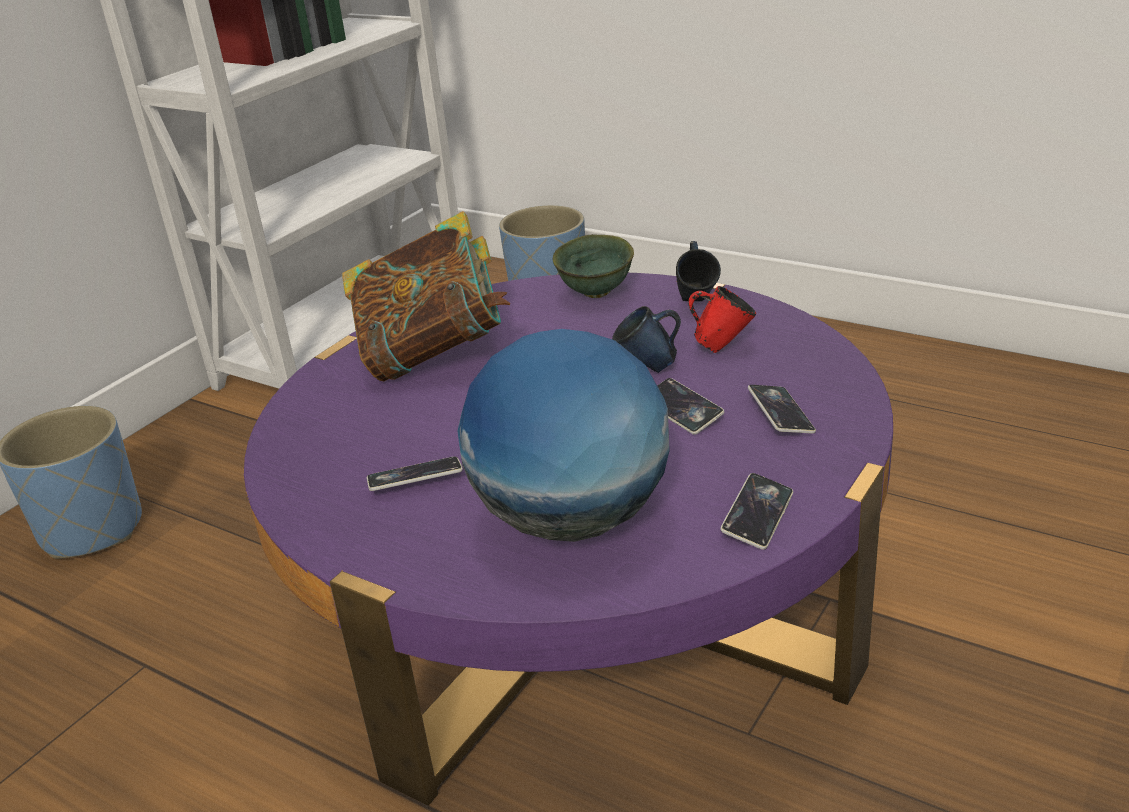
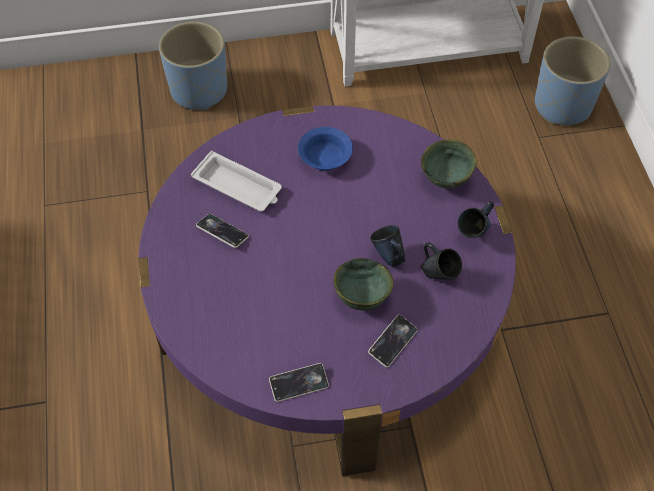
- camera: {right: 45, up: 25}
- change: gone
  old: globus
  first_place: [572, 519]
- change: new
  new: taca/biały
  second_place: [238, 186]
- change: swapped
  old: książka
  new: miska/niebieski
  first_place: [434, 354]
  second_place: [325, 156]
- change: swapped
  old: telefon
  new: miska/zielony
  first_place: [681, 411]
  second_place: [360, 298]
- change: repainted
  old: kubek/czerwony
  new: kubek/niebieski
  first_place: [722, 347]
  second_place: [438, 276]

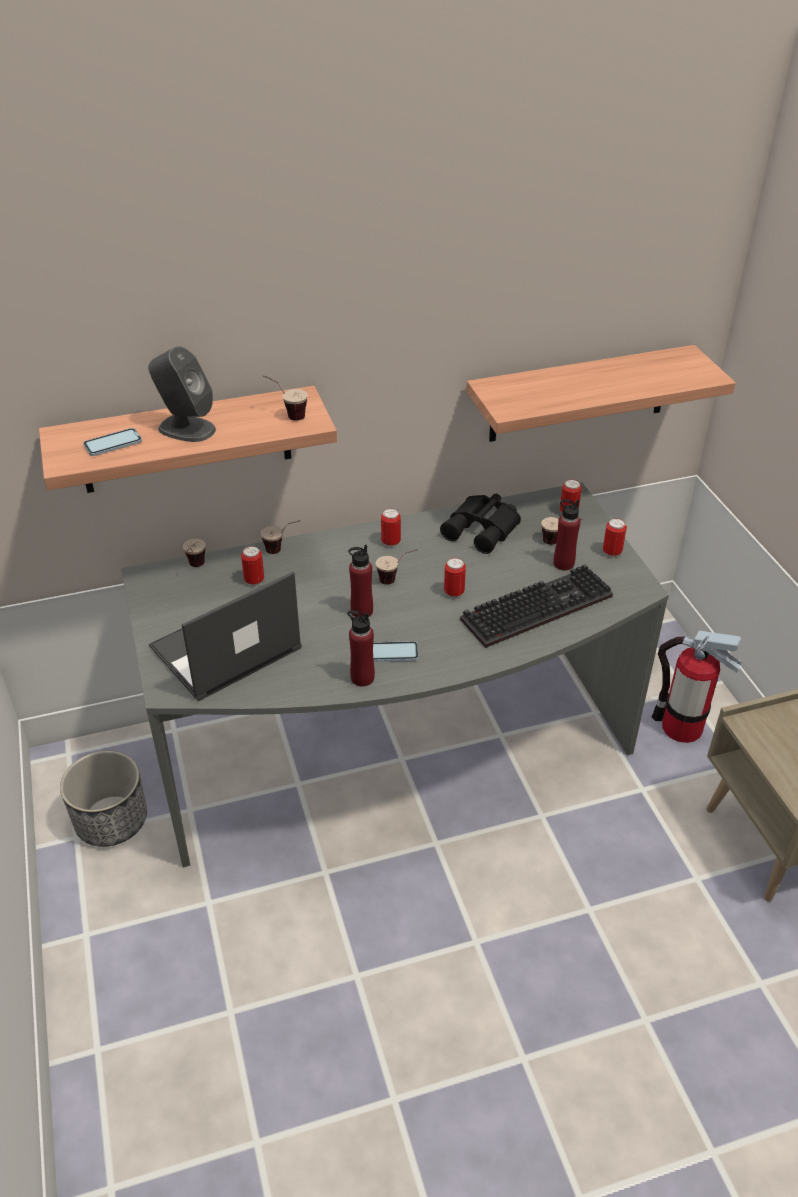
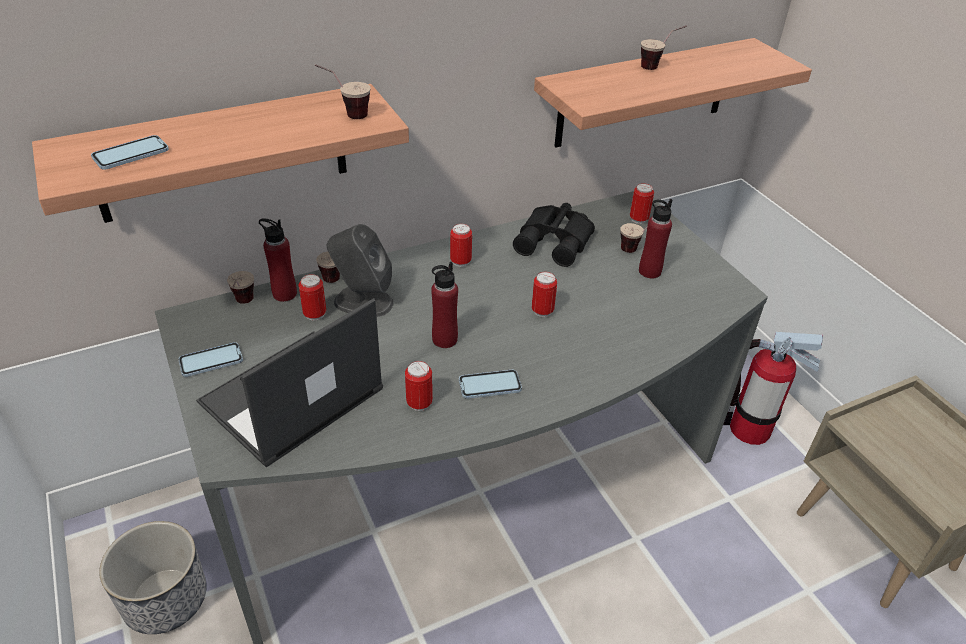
- camera: {right: -10, up: 0}
- change: gone
  old: klawiatura
  first_place: [537, 606]
- change: new
  new: telefon
  second_place: [211, 361]
- change: shifted
  old: głośnik/szary
  first_place: [186, 428]
  second_place: [362, 302]
- change: shifted
  old: butelka/czerwony
  first_place: [362, 678]
  second_place: [284, 294]
- change: shifted
  old: filiżanka
  first_place: [396, 579]
  second_place: [658, 66]
- change: shifted
  old: puszka
  first_place: [612, 552]
  second_place: [419, 403]

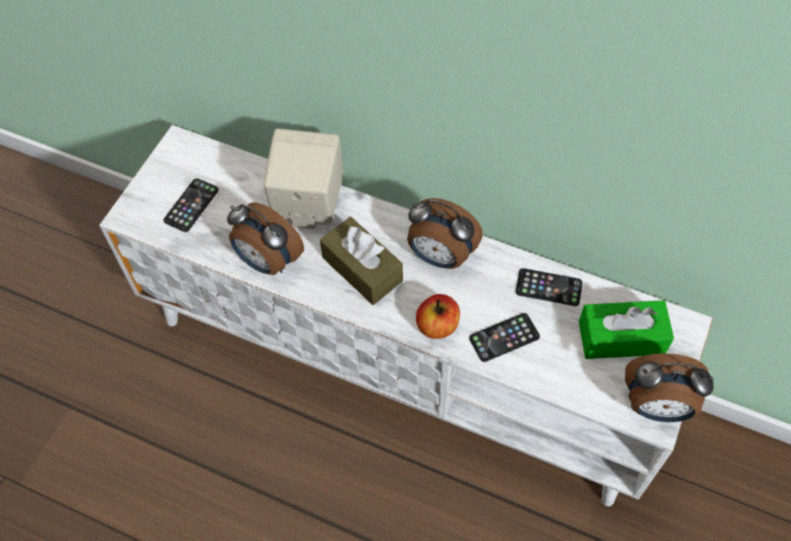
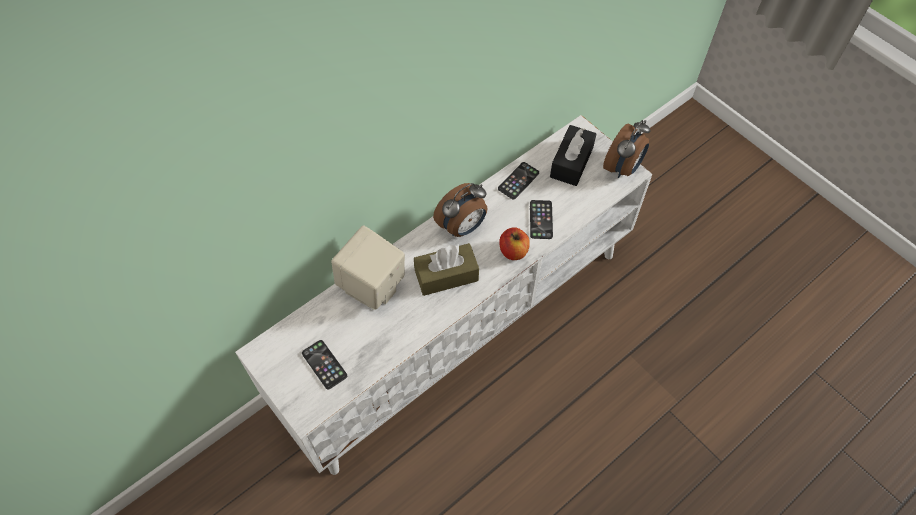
- camera: {right: -65, up: 0}
- change: gone
  old: budzik
  first_place: [268, 261]
- change: repainted
  old: pudełko chusteczek/zielony
  new: pudełko chusteczek/czarny
  first_place: [621, 337]
  second_place: [571, 162]

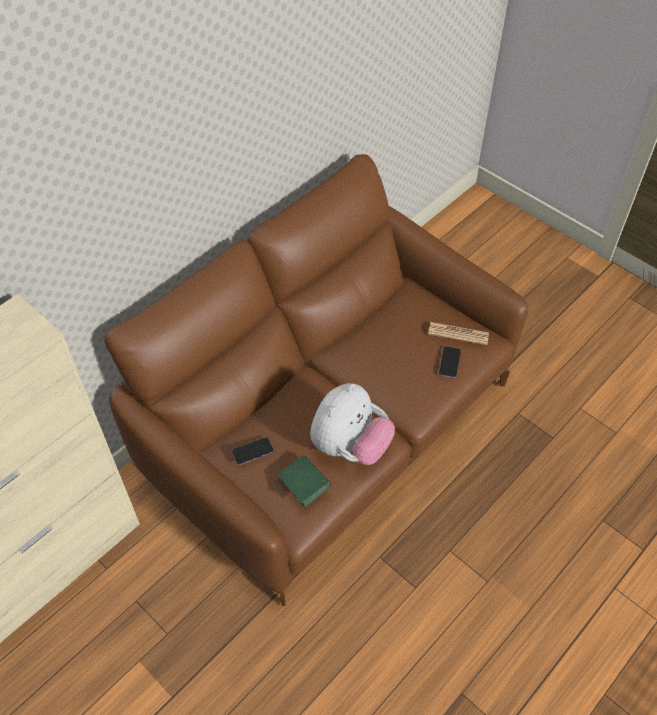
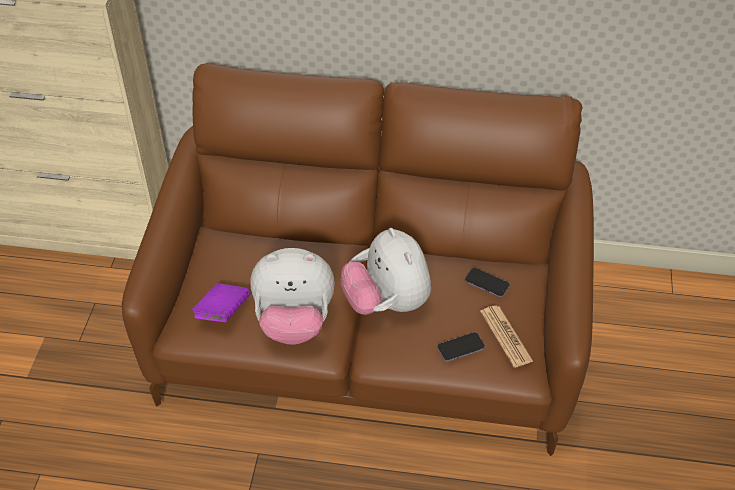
- camera: {right: 55, up: -5}
- change: new
  new: pluszak
  second_place: [386, 302]
- change: shifted
  old: telefon
  first_place: [252, 452]
  second_place: [487, 283]
- change: repainted
  old: książka/zielony
  new: książka/fioletowy
  first_place: [304, 487]
  second_place: [222, 312]

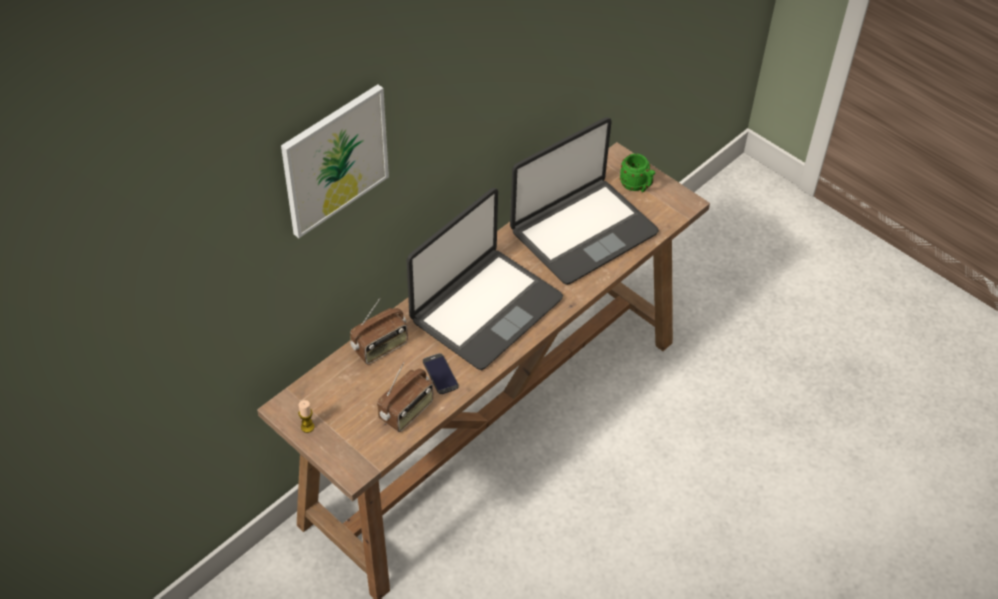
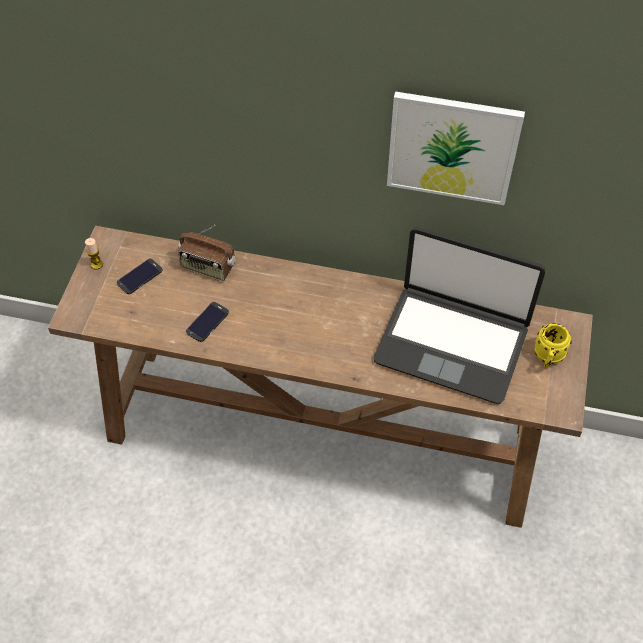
- camera: {right: 60, up: 5}
- change: gone
  old: radio
  first_place: [407, 412]
- change: gone
  old: laptop
  first_place: [485, 309]
- change: new
  new: telefon
  second_place: [140, 276]
- change: shifted
  old: obraz
  first_place: [335, 160]
  second_place: [452, 147]
- change: repainted
  old: kubek/zielony
  new: kubek/żółty
  first_place: [636, 186]
  second_place: [547, 358]

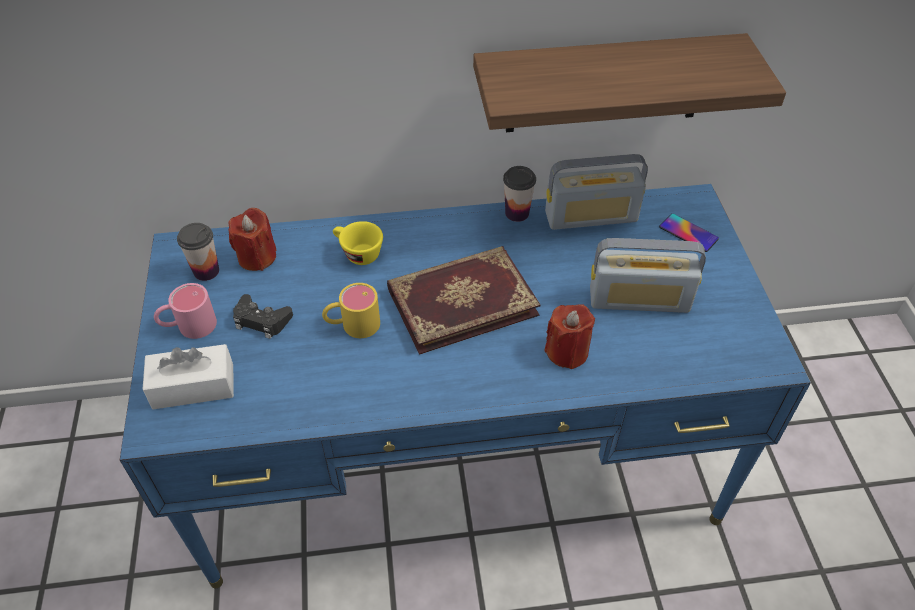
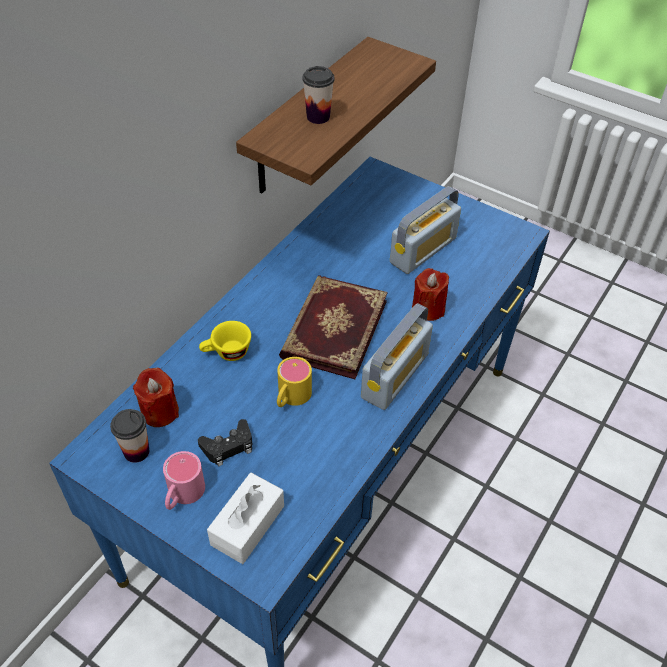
- camera: {right: -50, up: 0}
- change: gone
  old: telefon
  first_place: [688, 233]
- change: shifted
  old: filiżanka
  first_place: [517, 213]
  second_place: [318, 117]
- change: shifted
  old: radio
  first_place: [591, 216]
  second_place: [395, 375]

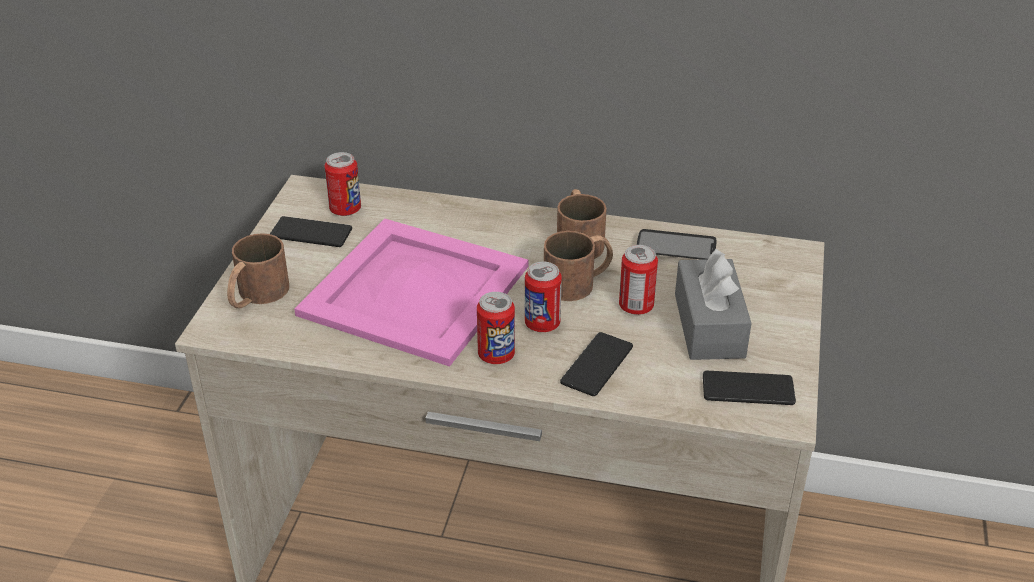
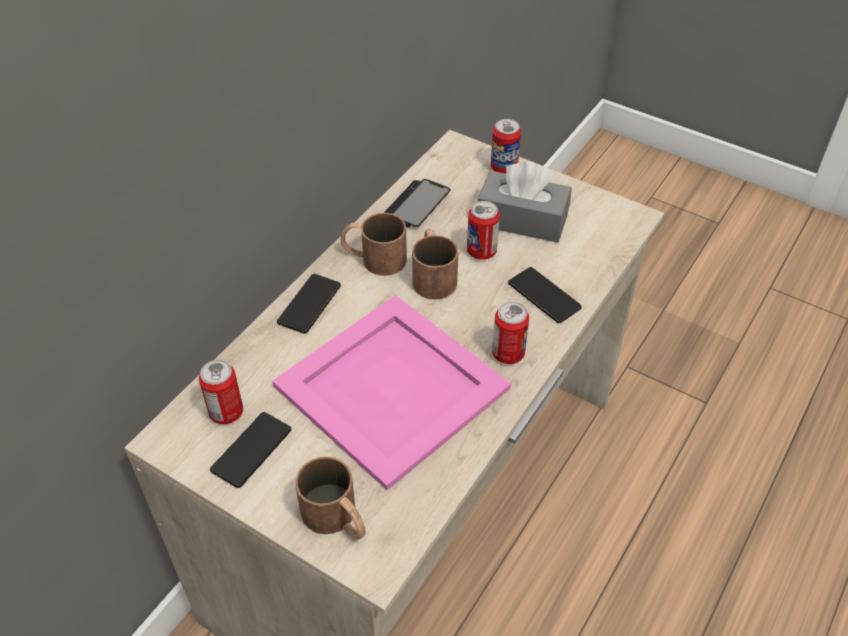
- camera: {right: -70, up: 10}
- change: shifted
  old: puszka
  first_place: [542, 324]
  second_place: [504, 168]
- change: shifted
  old: telefon
  first_place: [748, 389]
  second_place: [309, 304]

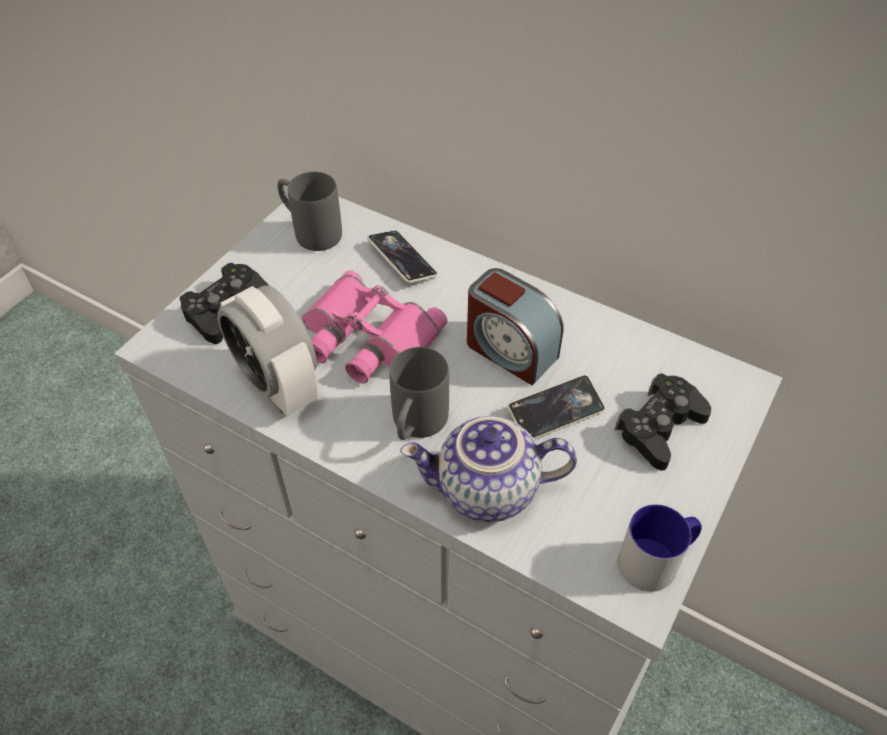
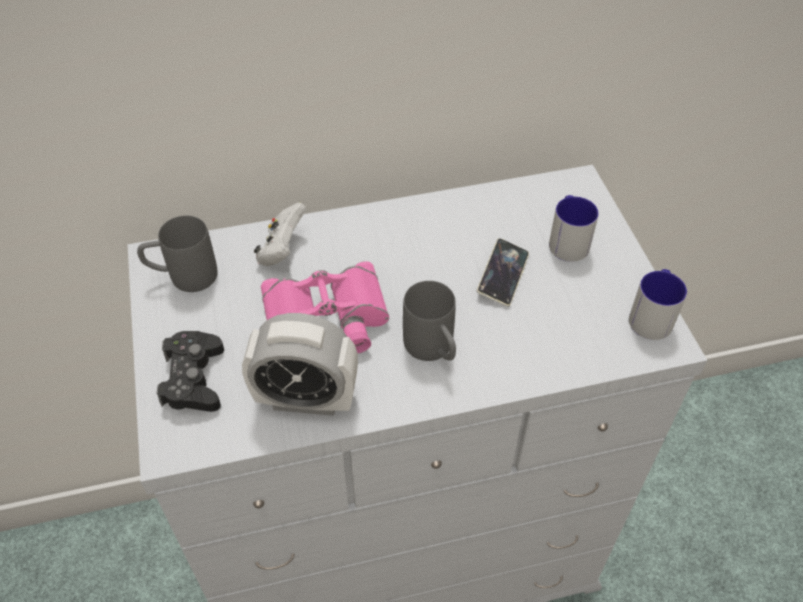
- camera: {right: -45, up: 0}
- change: gone
  old: imbryk
  first_place: [486, 492]
- change: gone
  old: budzik
  first_place: [509, 350]
- change: swapped
  old: telefon
  new: pad do gier/biały
  first_place: [402, 260]
  second_place: [282, 250]
- change: swapped
  old: pad do gier/czarny
  new: kubek
  first_place: [659, 427]
  second_place: [567, 240]

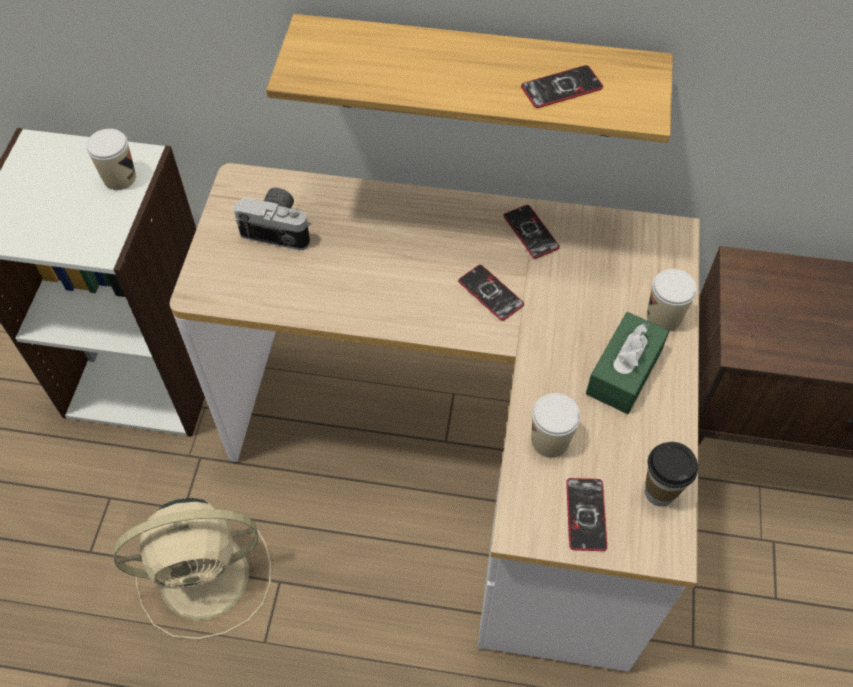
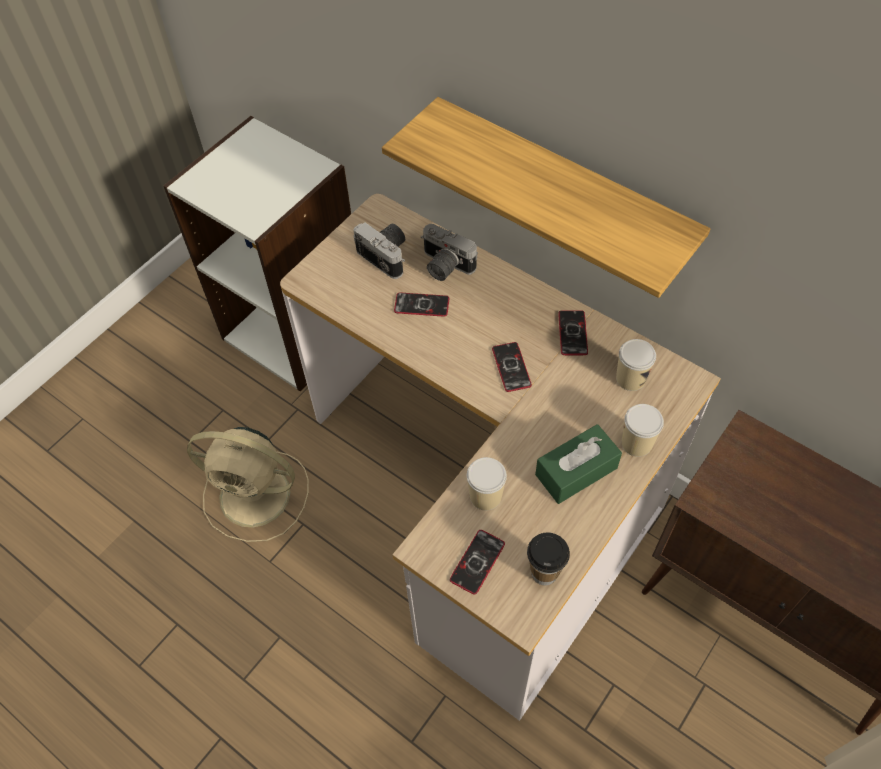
- camera: {right: 30, up: 0}
- change: new
  new: aparat fotograficzny
  second_place: [443, 266]
- change: shifted
  old: filiżanka
  first_place: [119, 178]
  second_place: [630, 379]
- change: shifted
  old: telefon
  first_place: [561, 88]
  second_place: [421, 305]

